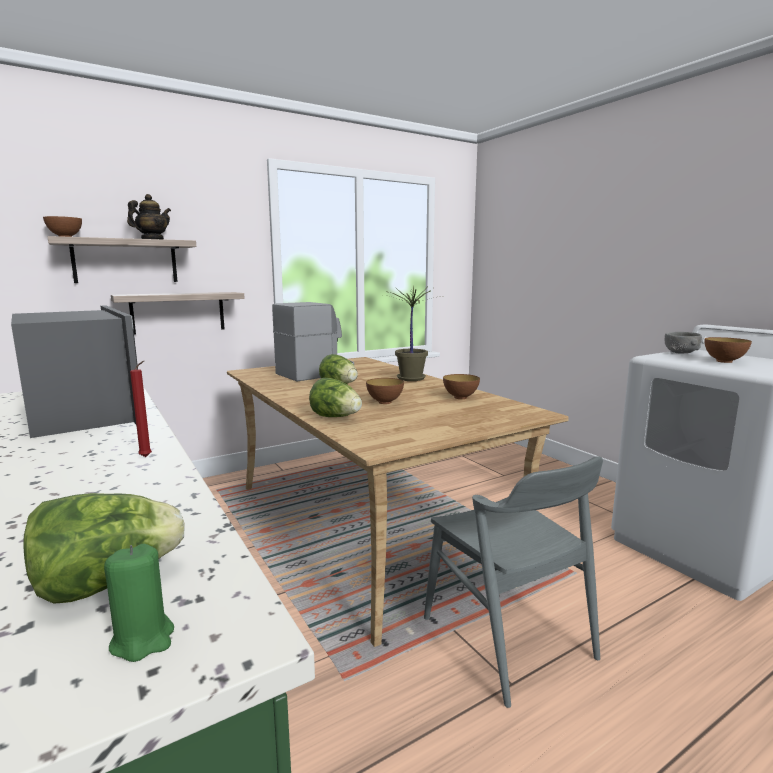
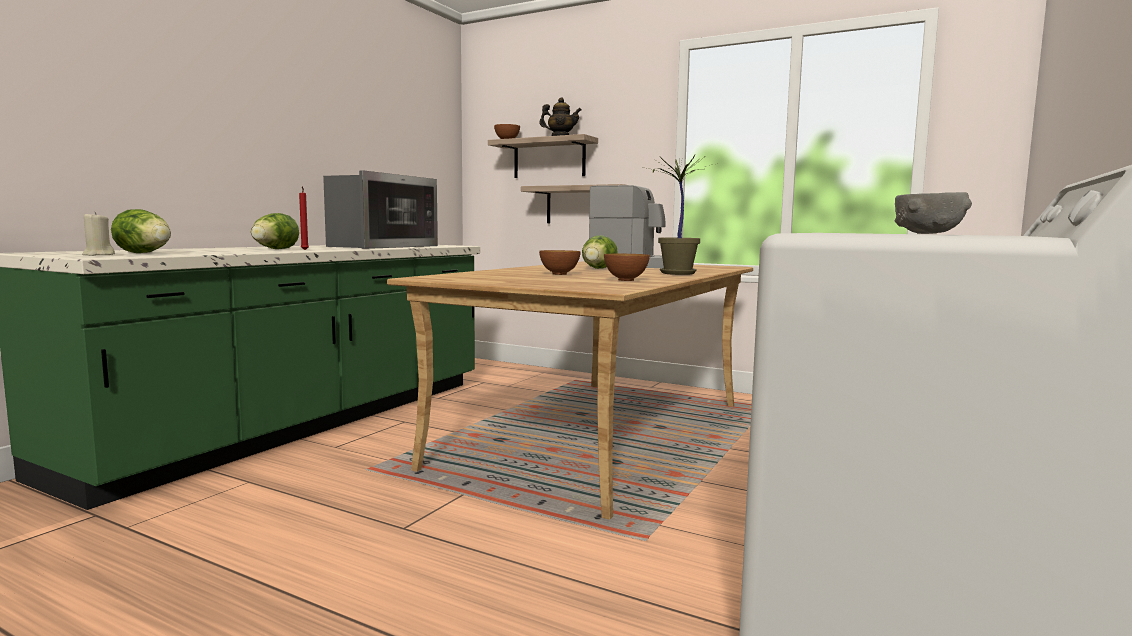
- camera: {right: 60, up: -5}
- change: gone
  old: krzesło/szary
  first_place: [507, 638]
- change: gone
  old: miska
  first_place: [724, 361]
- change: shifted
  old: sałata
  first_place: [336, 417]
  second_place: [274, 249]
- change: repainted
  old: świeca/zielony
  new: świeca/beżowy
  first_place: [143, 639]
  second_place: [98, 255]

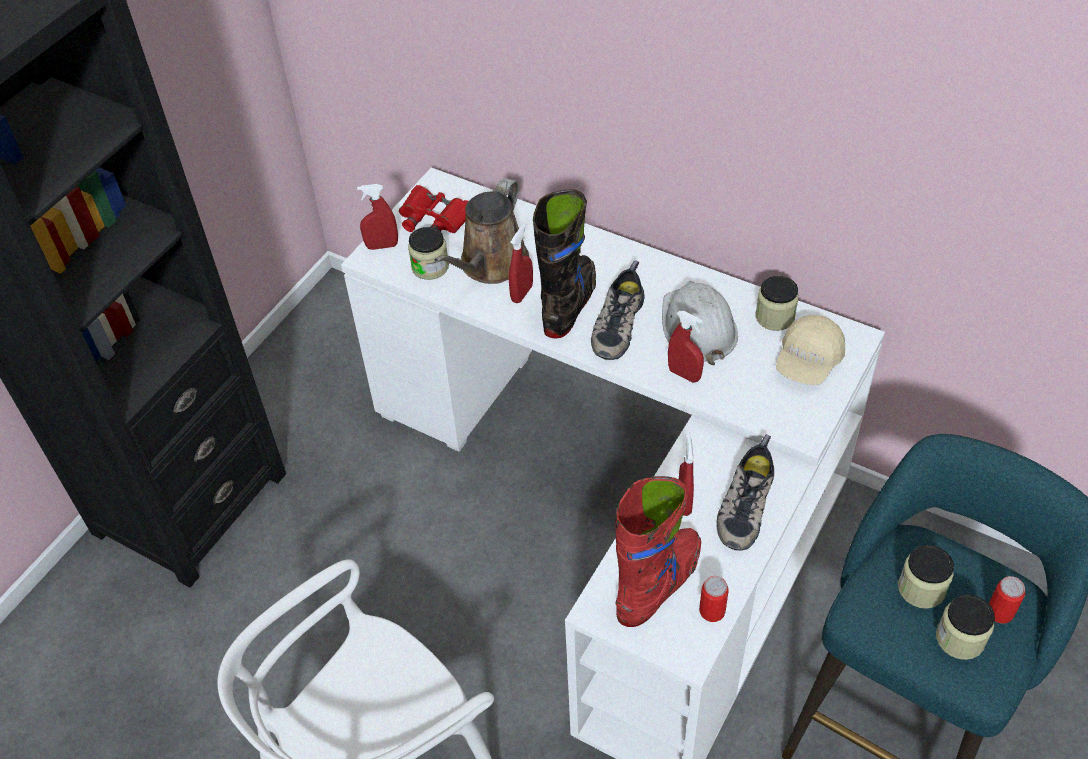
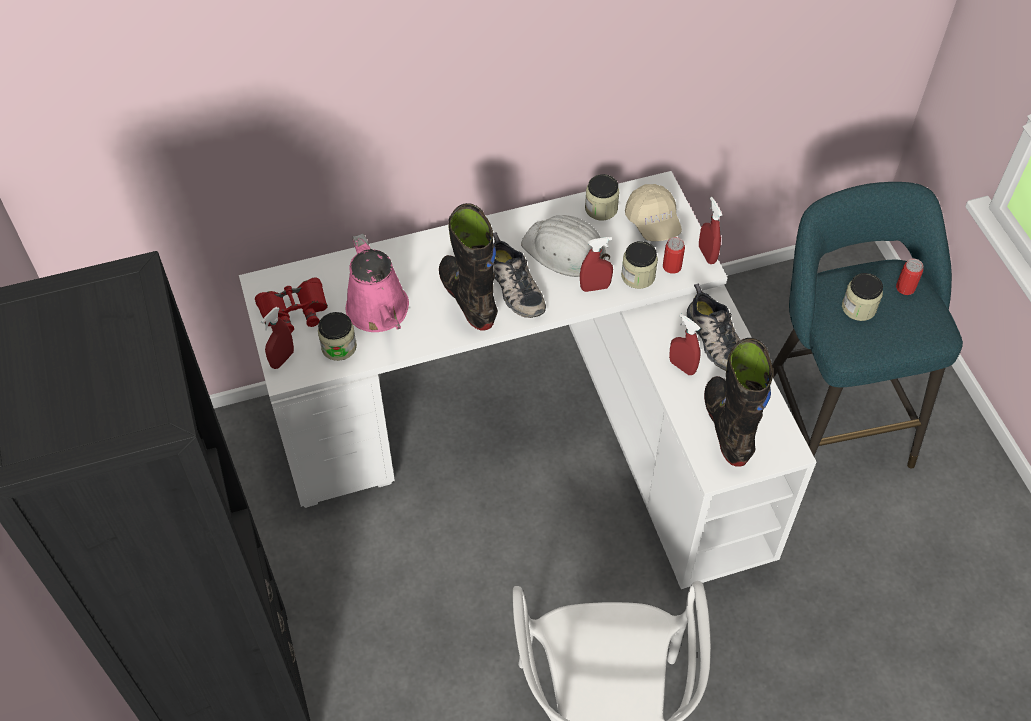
- camera: {right: -50, up: 5}
- change: shifted
  old: spryskiwacz/czerwony
  first_place: [522, 293]
  second_place: [707, 254]
- change: shifted
  old: puszka
  first_place: [712, 611]
  second_place: [672, 266]
- change: shifted
  old: słoik
  first_place: [960, 638]
  second_place: [638, 276]
- change: repainted
  old: konewka/brązowy
  new: konewka/różowy
  first_place: [490, 265]
  second_place: [380, 312]
- change: repainted
  old: but z cholewką/czerwony
  new: but z cholewką/czarny
  first_place: [658, 584]
  second_place: [727, 427]

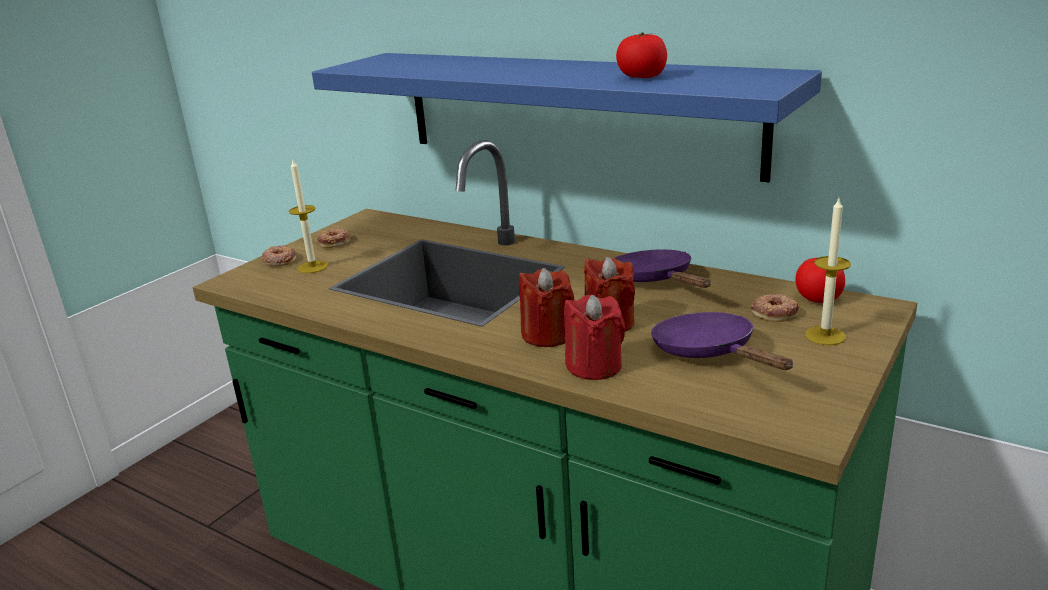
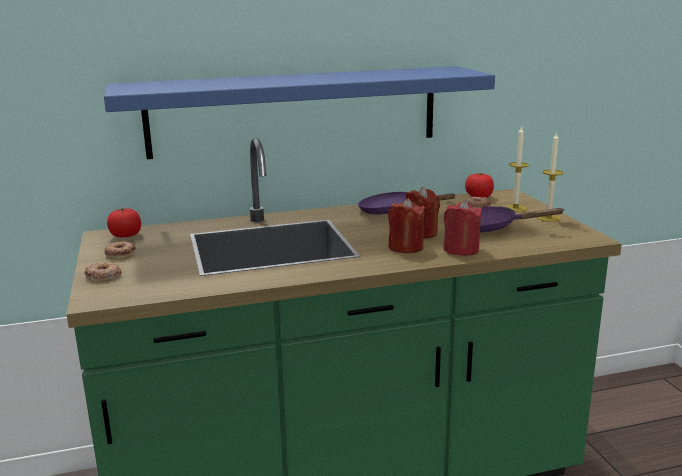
- camera: {right: -50, up: -5}
- change: shifted
  old: świeca
  first_place: [312, 267]
  second_place: [548, 218]
- change: shifted
  old: pomidor
  first_place: [642, 77]
  second_place: [125, 236]

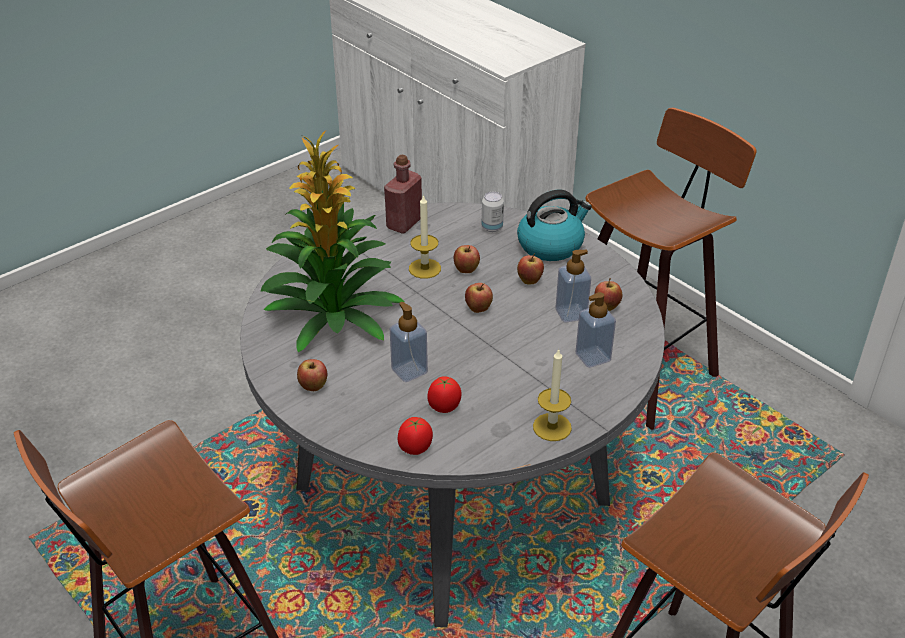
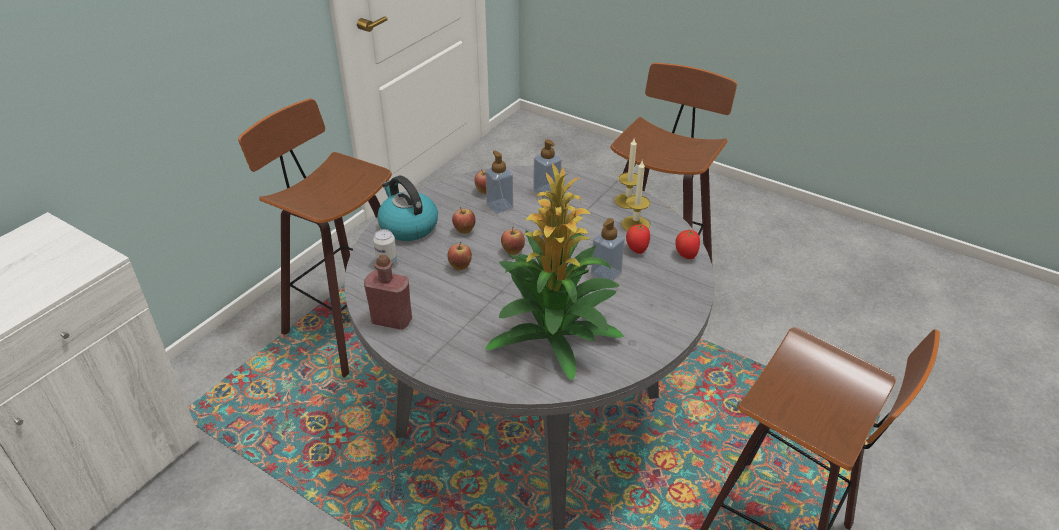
- camera: {right: -105, up: 0}
- change: gone
  old: jabłko
  first_place: [313, 387]
- change: shifted
  old: świeca
  first_place: [424, 268]
  second_place: [635, 224]

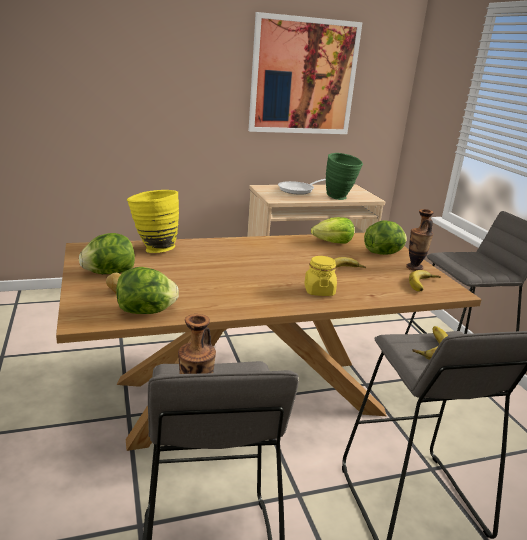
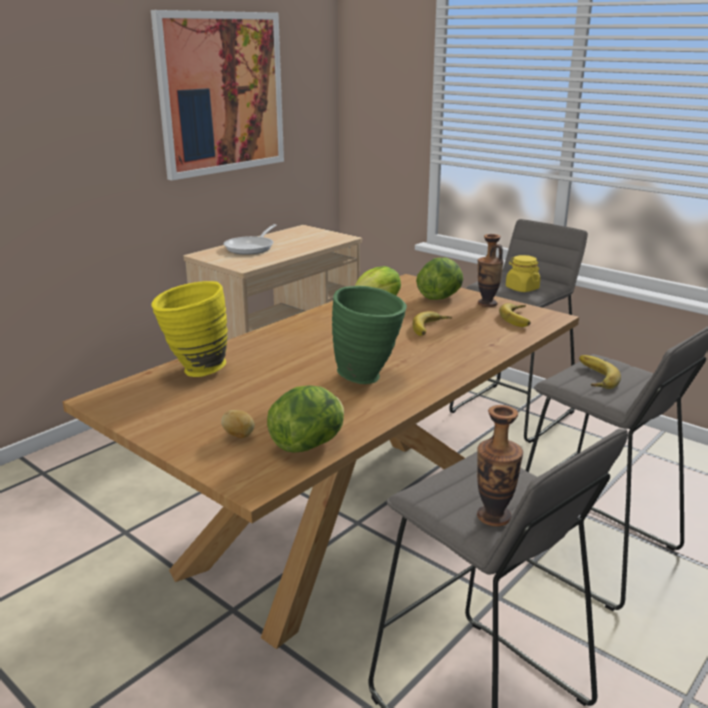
- camera: {right: -30, up: 0}
- change: gone
  old: sałata
  first_place: [109, 273]
- change: shifted
  old: słoik/żółty
  first_place: [319, 291]
  second_place: [522, 288]
- change: shifted
  old: wazon/zielony
  first_place: [340, 198]
  second_place: [369, 378]

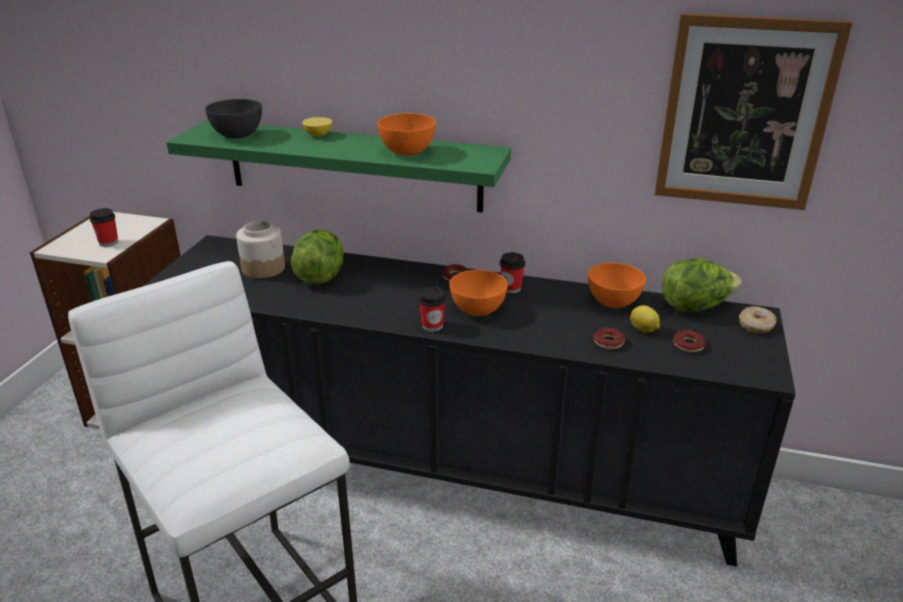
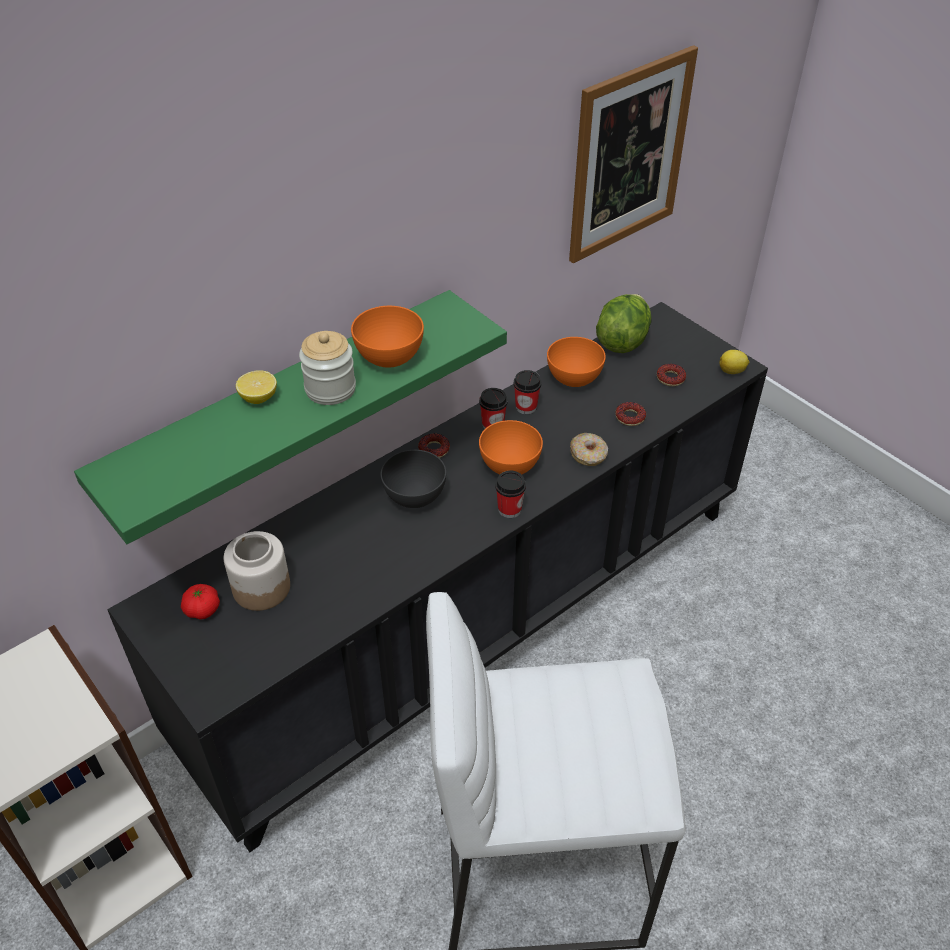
- camera: {right: -55, up: 15}
- change: gone
  old: sałata
  first_place: [320, 276]
- change: new
  new: pomidor
  second_place: [202, 610]
- change: new
  new: słoik
  second_place: [330, 389]
- change: shifted
  old: filiżanka
  first_place: [108, 242]
  second_place: [526, 407]
- change: shifted
  old: miska/szary
  first_place: [238, 135]
  second_place: [415, 496]
- change: shifted
  old: cytryna
  first_place: [643, 330]
  second_place: [732, 371]
- change: shifted
  old: donut
  first_place: [756, 326]
  second_place: [588, 455]

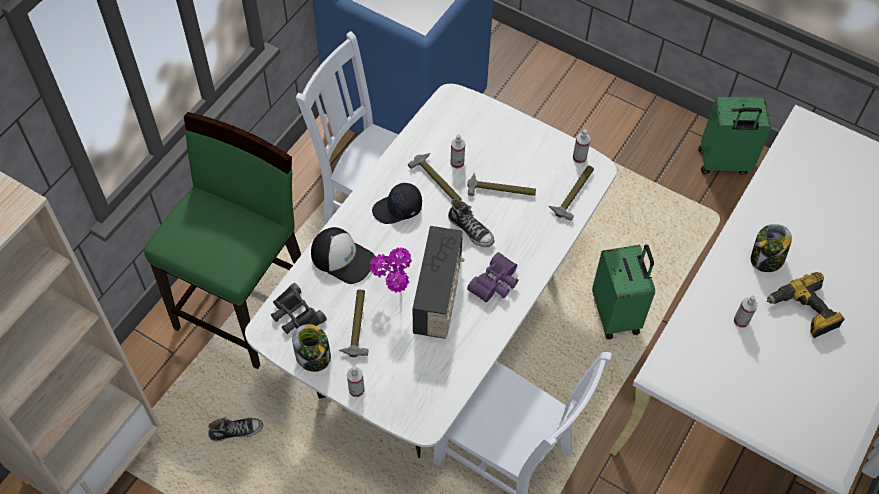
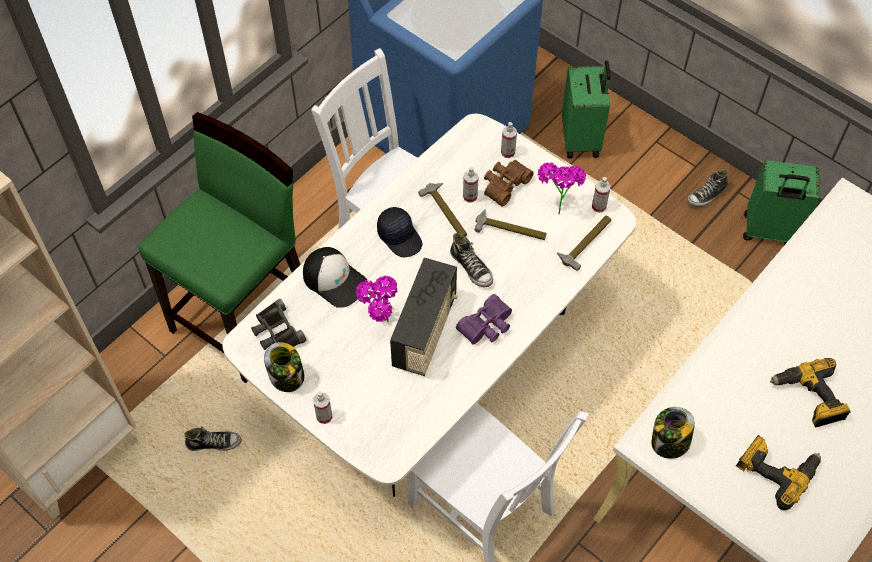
- camera: {right: 10, up: 0}
- change: gone
  old: młotek
  first_place: [357, 325]
- change: new
  new: lornetka/brązowy
  second_place: [504, 184]
- change: new
  new: roślina doniczkowa
  second_place: [556, 206]
- change: new
  new: but
  second_place: [706, 196]
- change: new
  new: wiertarka
  second_place: [776, 470]
- change: shifted
  old: walizka/zielony
  first_place: [617, 314]
  second_place: [582, 139]
- change: shifted
  old: spryskiwacz
  first_place: [741, 321]
  second_place: [508, 152]
- change: shifted
  old: słoik
  first_place: [766, 259]
  second_place: [669, 443]
- change: rotated
  old: czapka z daszkiem/czarny
  first_place: [398, 209]
  second_place: [400, 237]
  degrees: -120

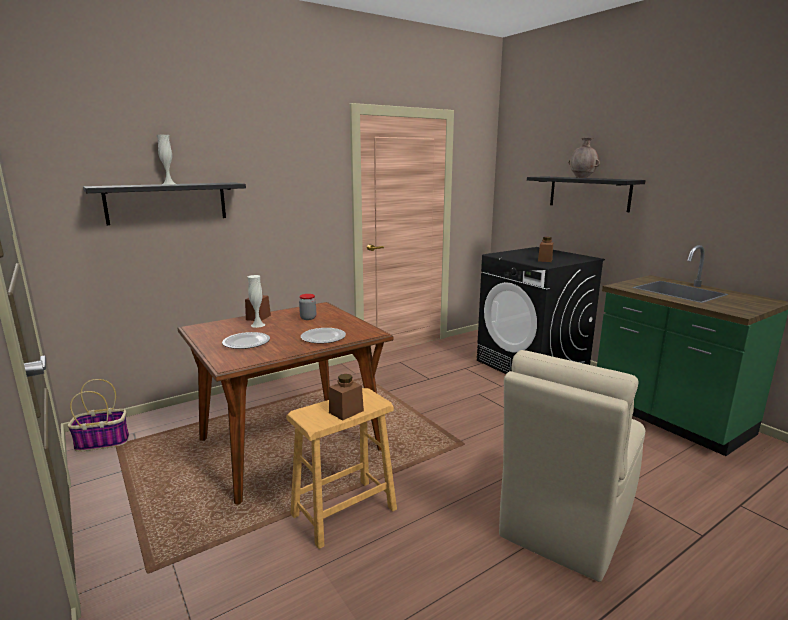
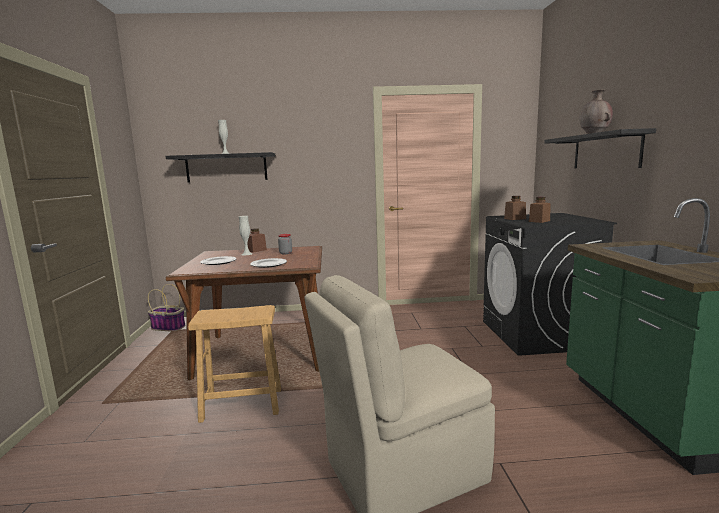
- camera: {right: 30, up: -5}
- change: shifted
  old: słoik/brązowy
  first_place: [346, 411]
  second_place: [515, 218]

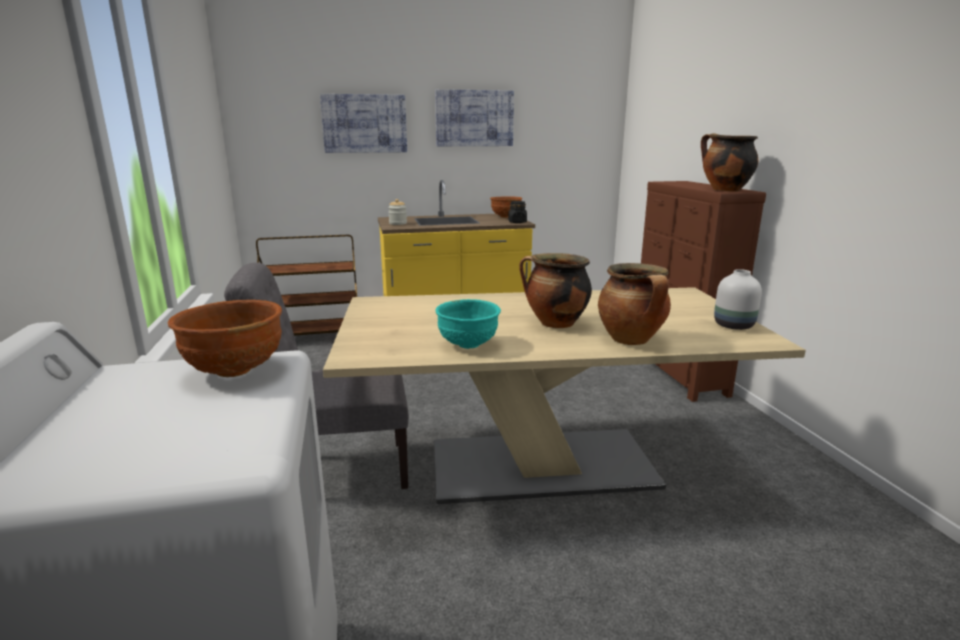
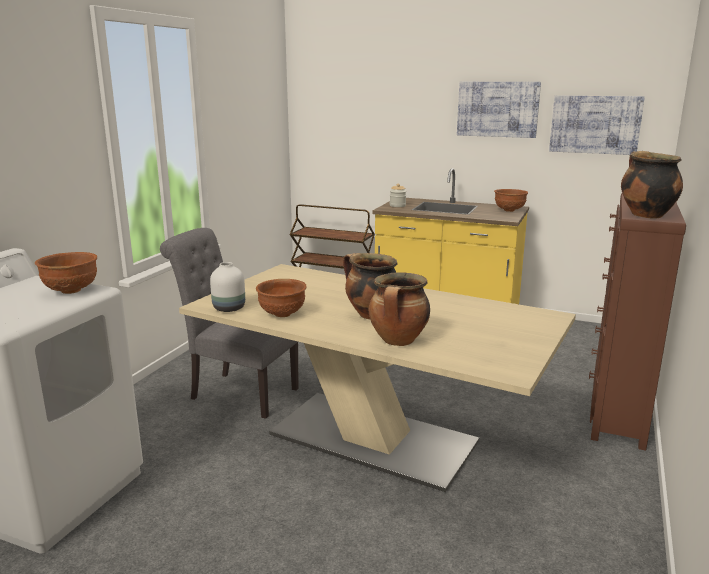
- camera: {right: 35, up: 0}
- change: gone
  old: słoik/czarny
  first_place: [517, 222]
- change: shifted
  old: obraz
  first_place: [364, 123]
  second_place: [595, 124]
- change: shifted
  old: wazon/biały
  first_place: [732, 325]
  second_place: [229, 308]
- change: repainted
  old: miska/turkusowy
  new: miska/brązowy
  first_place: [468, 345]
  second_place: [281, 314]

